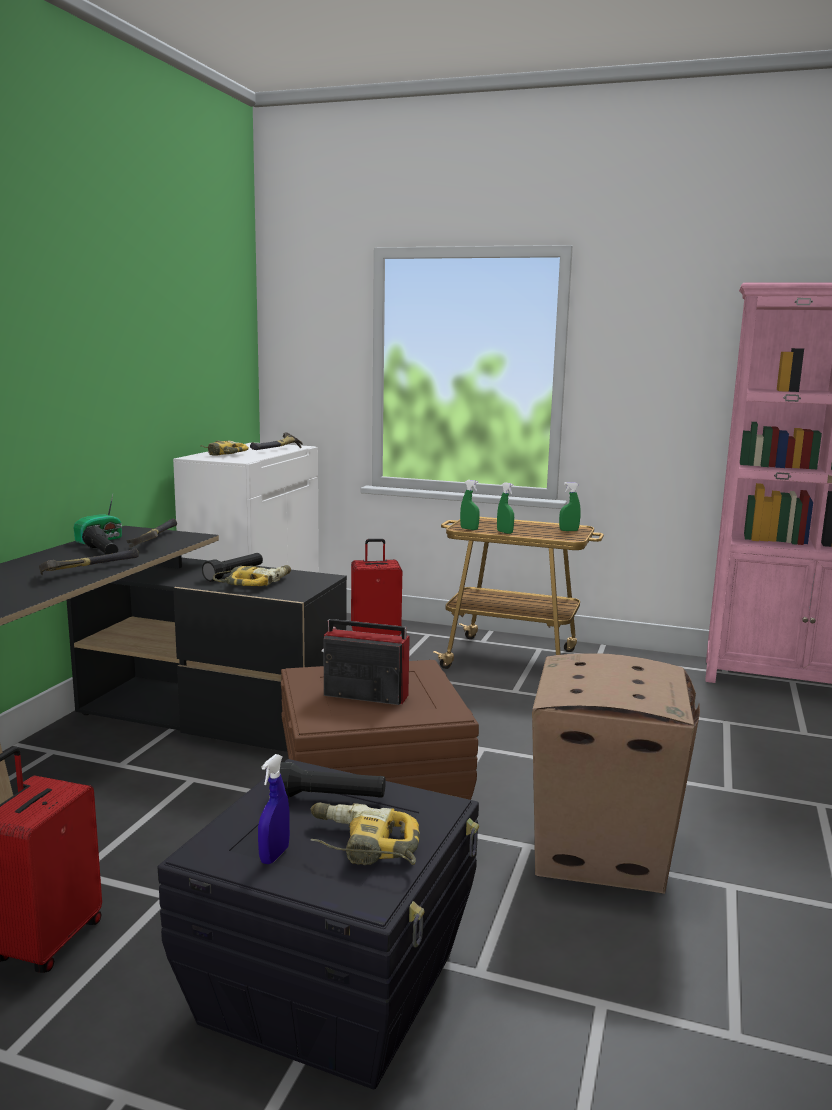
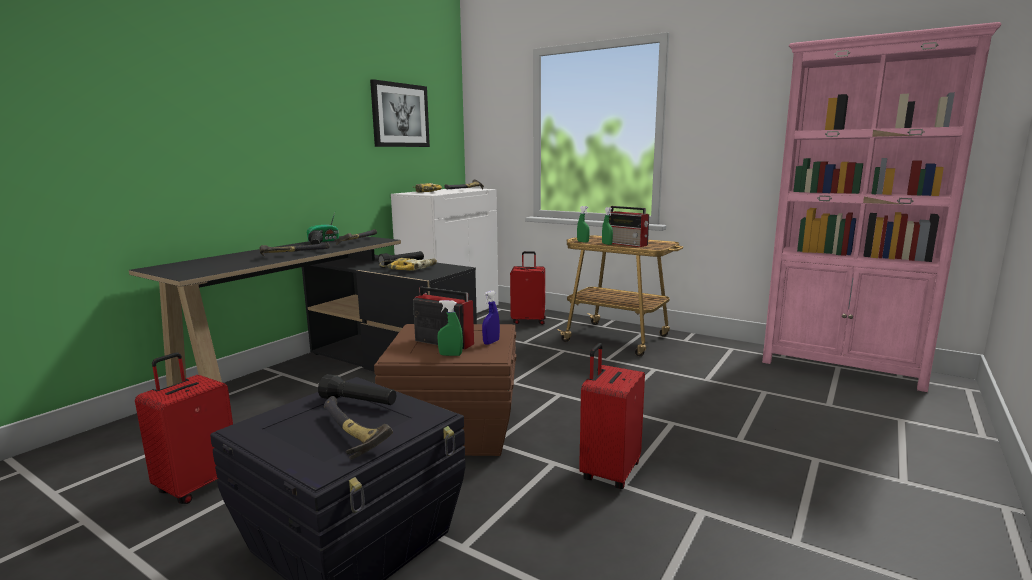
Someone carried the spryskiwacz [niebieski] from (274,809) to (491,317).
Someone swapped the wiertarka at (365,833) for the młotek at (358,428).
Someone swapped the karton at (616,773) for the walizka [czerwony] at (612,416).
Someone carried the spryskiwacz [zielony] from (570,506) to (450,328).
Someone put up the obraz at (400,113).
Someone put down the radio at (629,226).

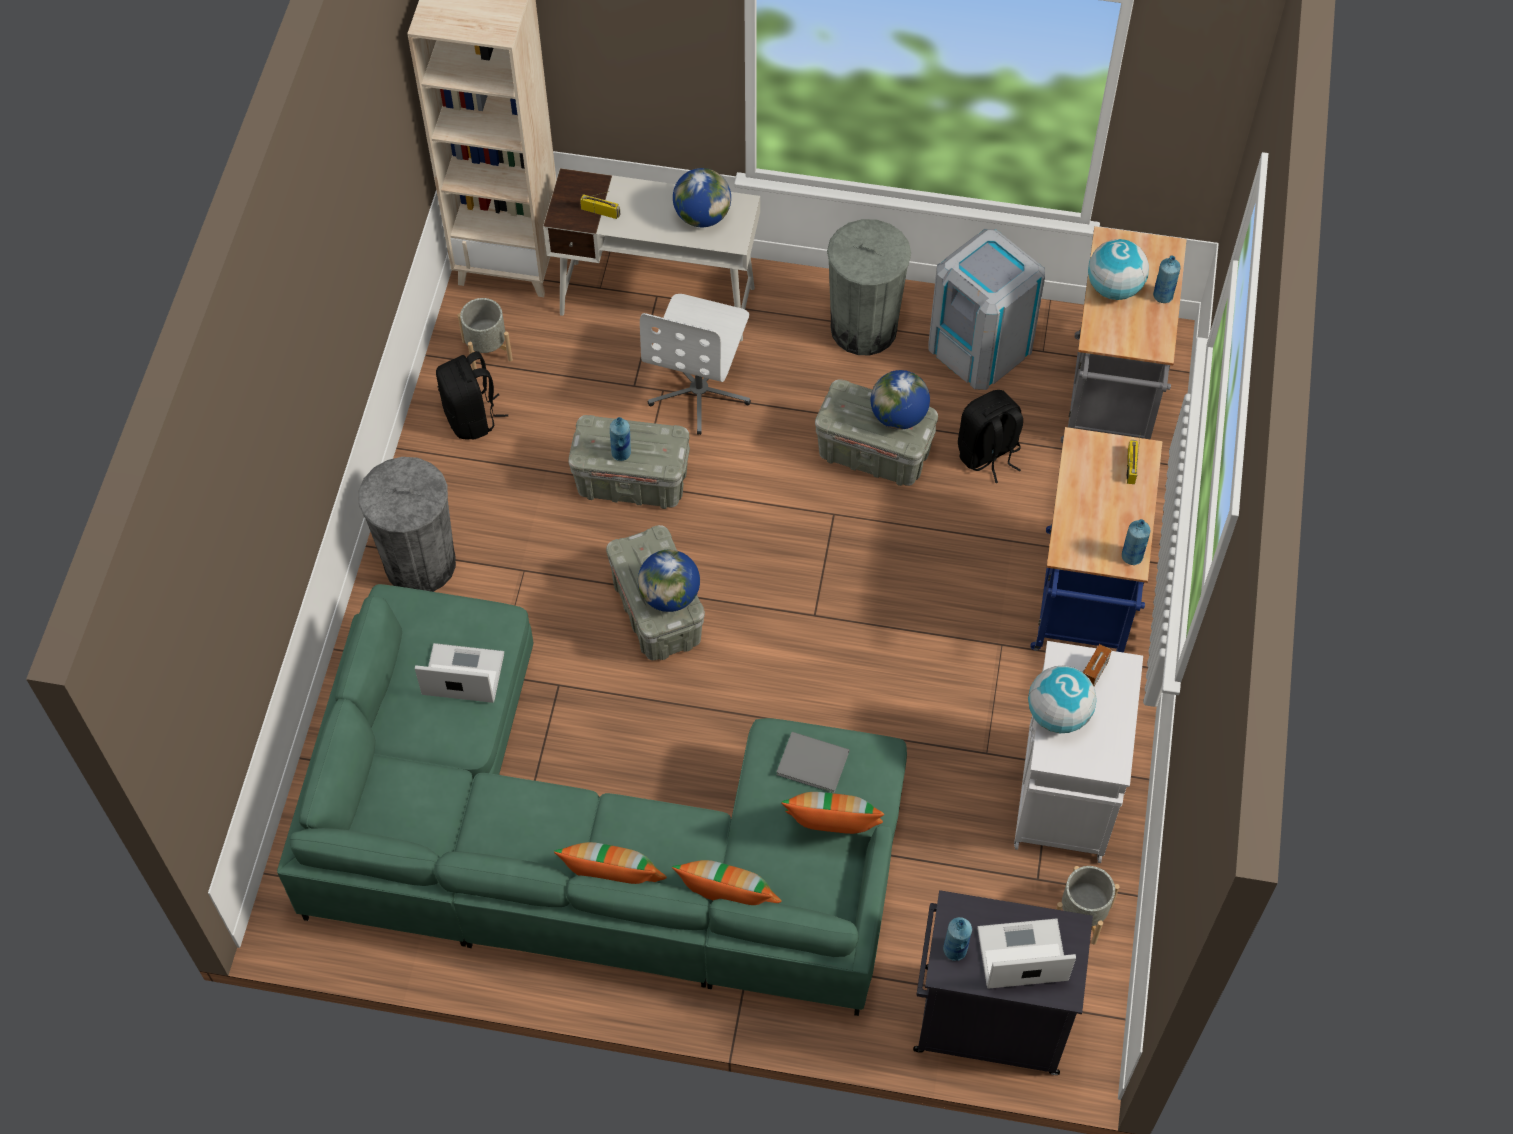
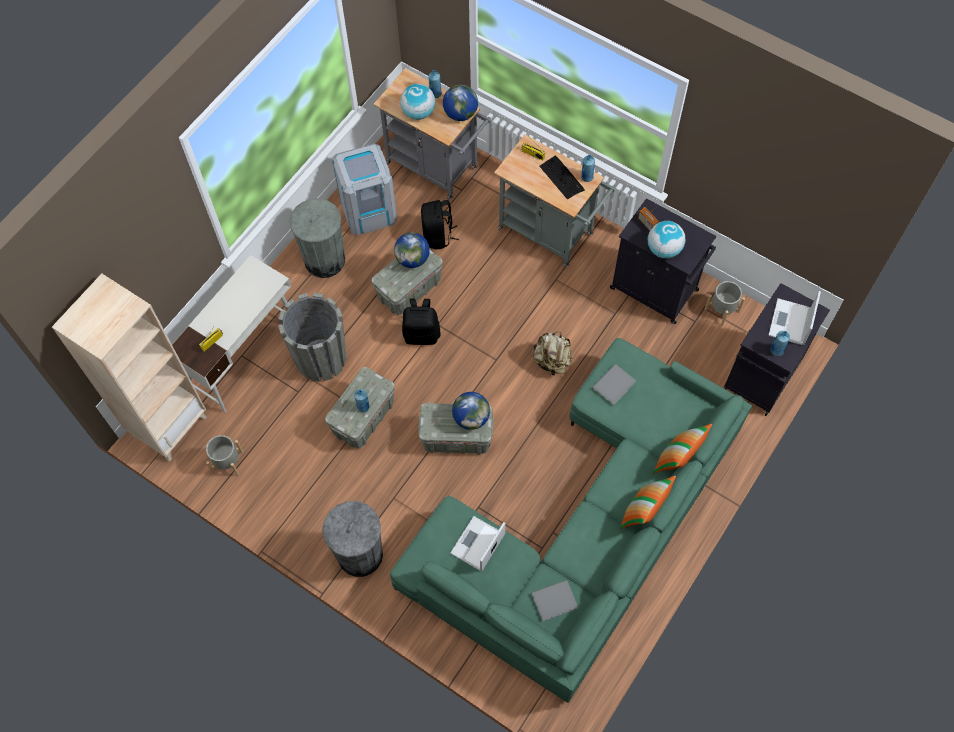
Someone carried the plecak [czarny] from (472,395) to (421,322).
Someone swapped the krzesło biurowe [biały] at (695,364) for the donica [szary] at (312,337).
Someone carried the globus from (702,197) to (460,103).
Someone took away the poduszka at (832,813).
Someone repainted the szafka [biały] at (1078,752), which became the szafka [czarny] at (663,261).
Someone repainted the wózek [niebieski] at (1096,540), which became the wózek [szary] at (554,201).
Someone put down the książka [szary] at (554,601).
Someone put down the plecak [beżowy] at (552,353).
Someone put down the klawiatura at (562,178).

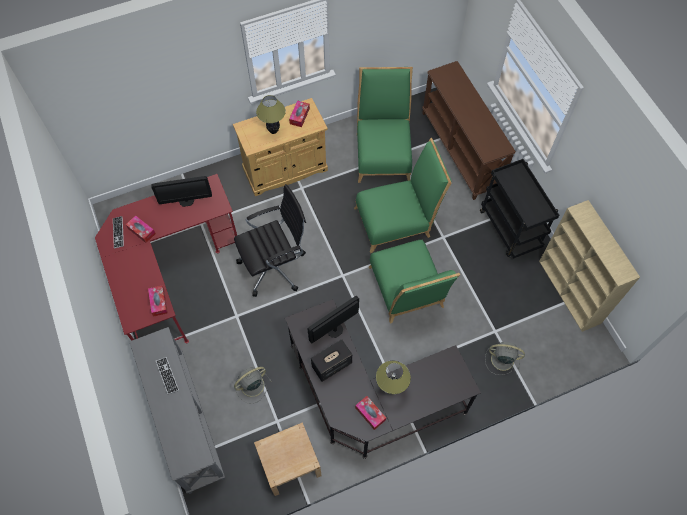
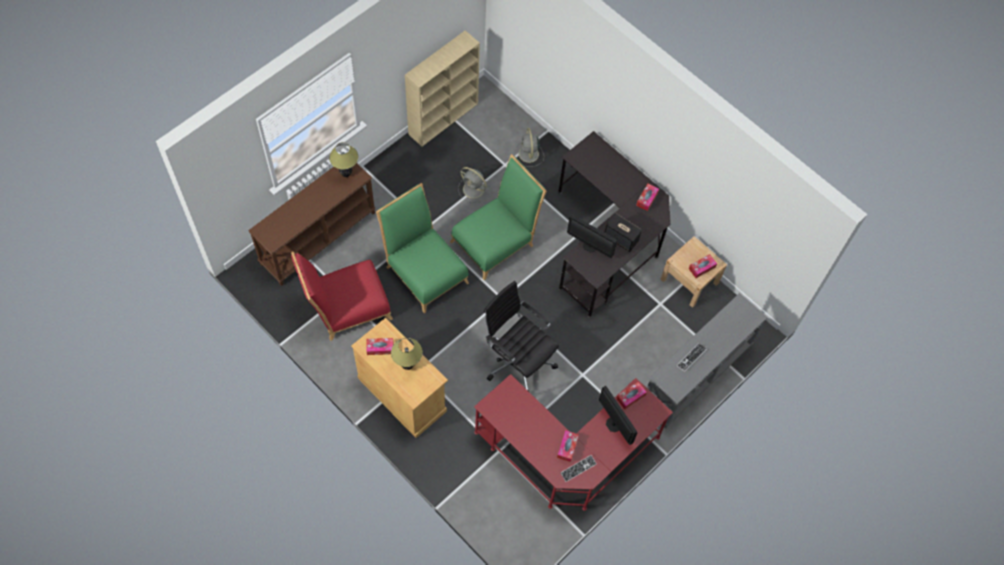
Someone carried the monitor from (181,191) to (618,415).
Someone carried the wentylator [szary] from (252,385) to (474,185).
Someone repainted the krzesło [zielony] at (385,125), which became the krzesło [czerwony] at (342,296).
Someone carried the lampa stołowa from (393,377) to (343,159).
Someone took away the wózek [czarny] at (519,209).
Someone put down the pudełko chusteczek at (703,266).

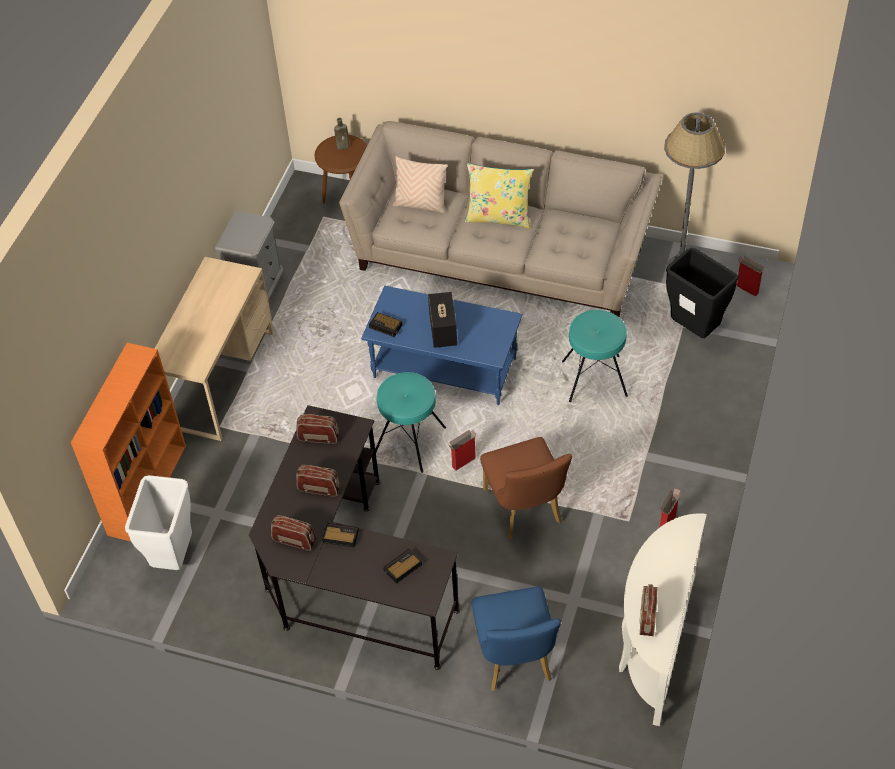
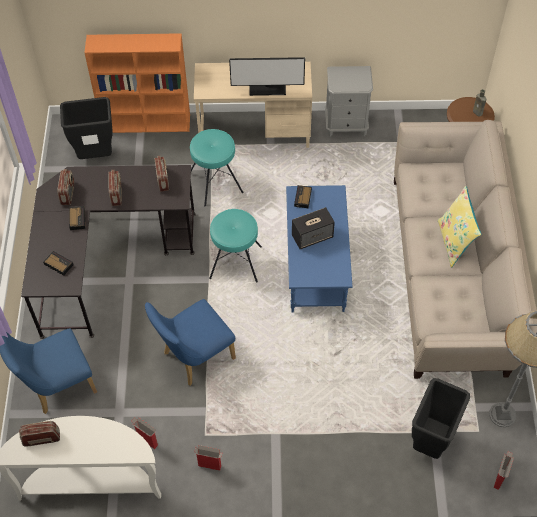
Someone repainted the kosz na śmieci [biały] at (158,522), which became the kosz na śmieci [czarny] at (86,128).
Someone took away the poduszka [beżowy] at (420,184).
Someone carried the karton from (462,450) to (144,433).
Someone repainted the krzesło [brązowy] at (526,488), which became the krzesło [niebieski] at (190,342).
Someone carried the stołek [turkusowy] from (595,356) to (217,167).
Someone put down the monitor at (267,76).

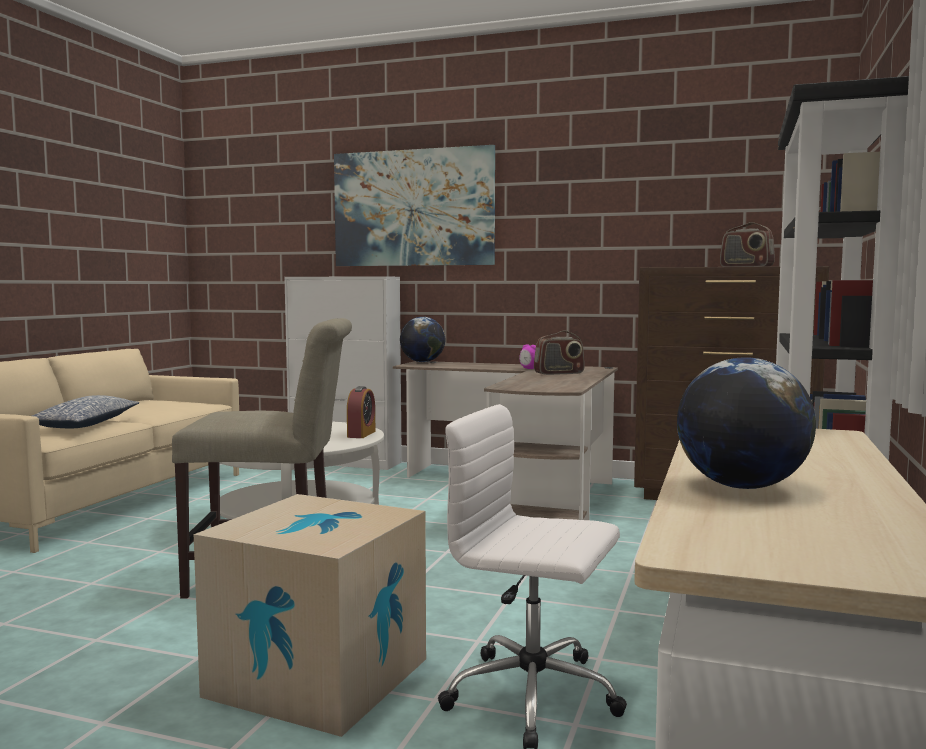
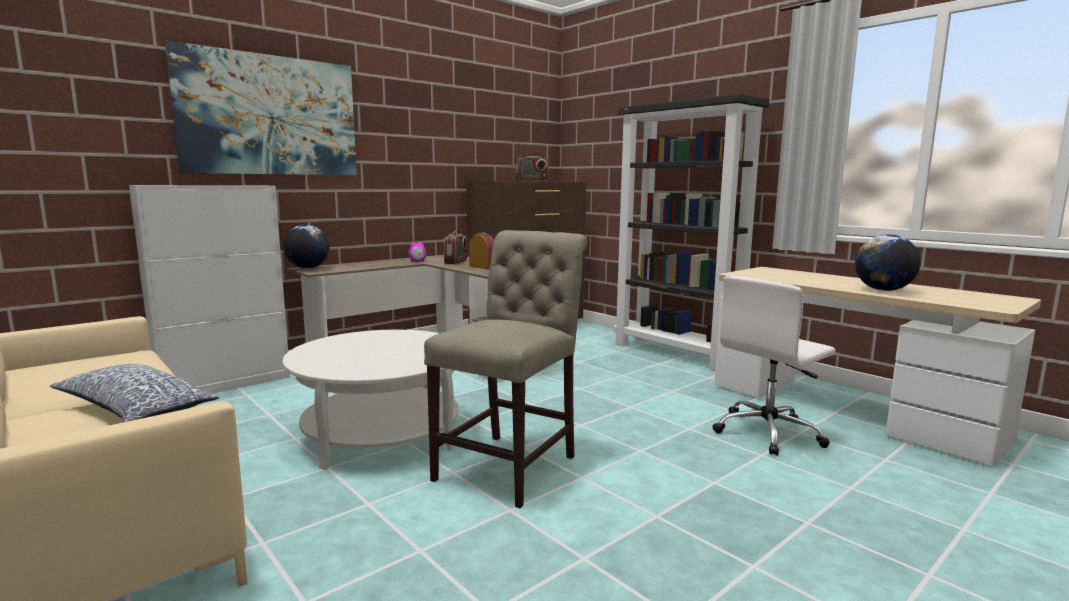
Someone took away the karton at (310,615).
Someone carried the budzik from (361,412) to (481,250).

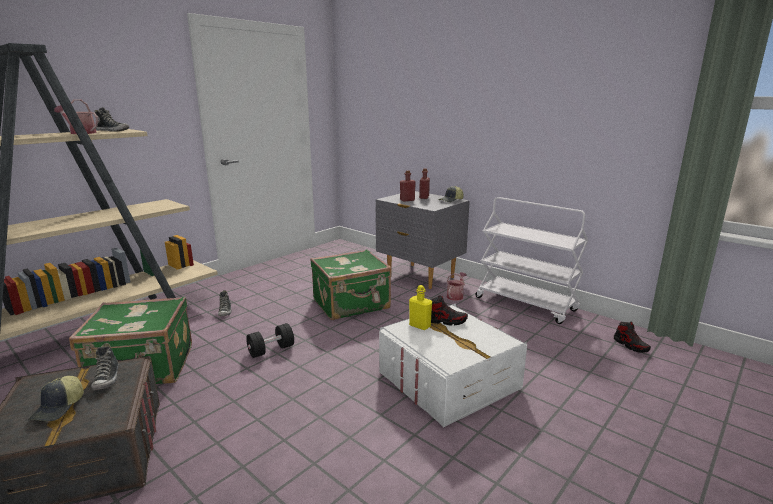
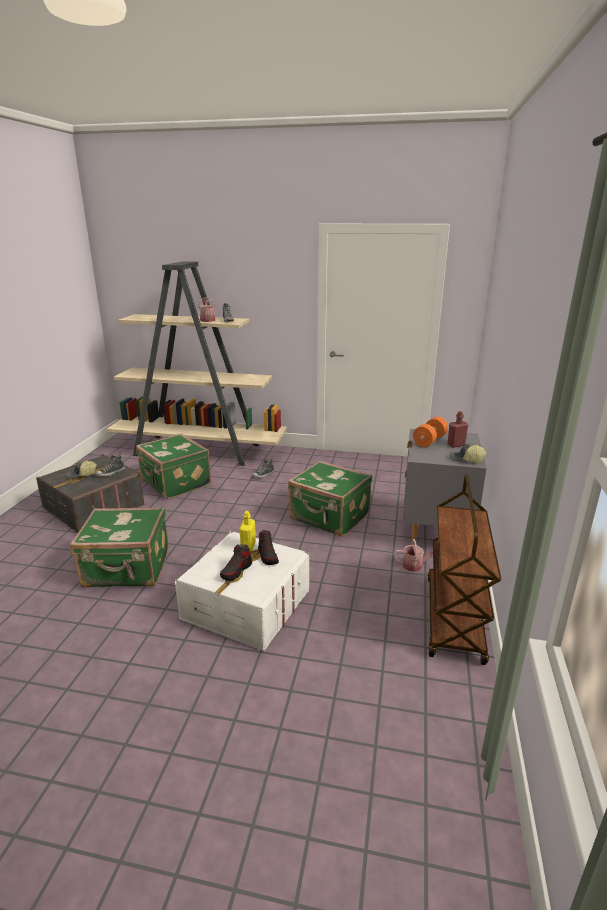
Someone took away the hantel [czarny] at (270,340).
Someone swapped the butelka [czerwony] at (408,186) for the hantel [pomarańczowy] at (430,432).
Someone repainted the wózek [biały] at (531,260), which became the wózek [brązowy] at (464,569).
Someone carried the but from (632,337) to (236,562).
Someone put down the walizka [zielony] at (119,547).

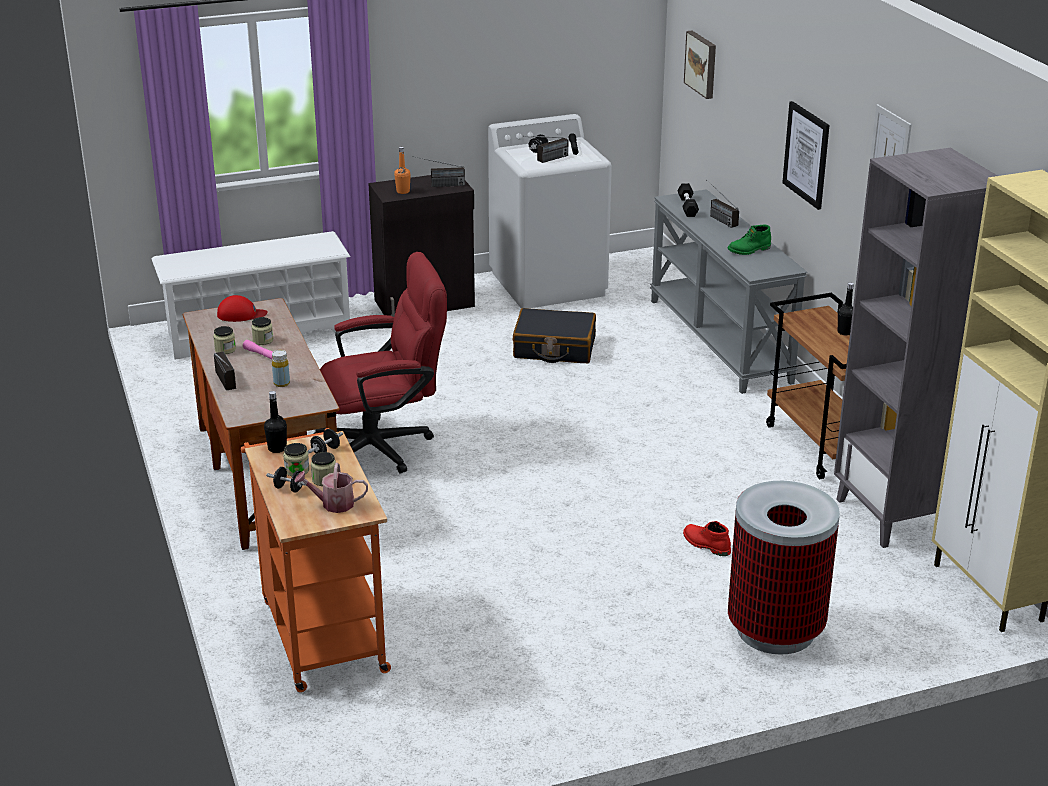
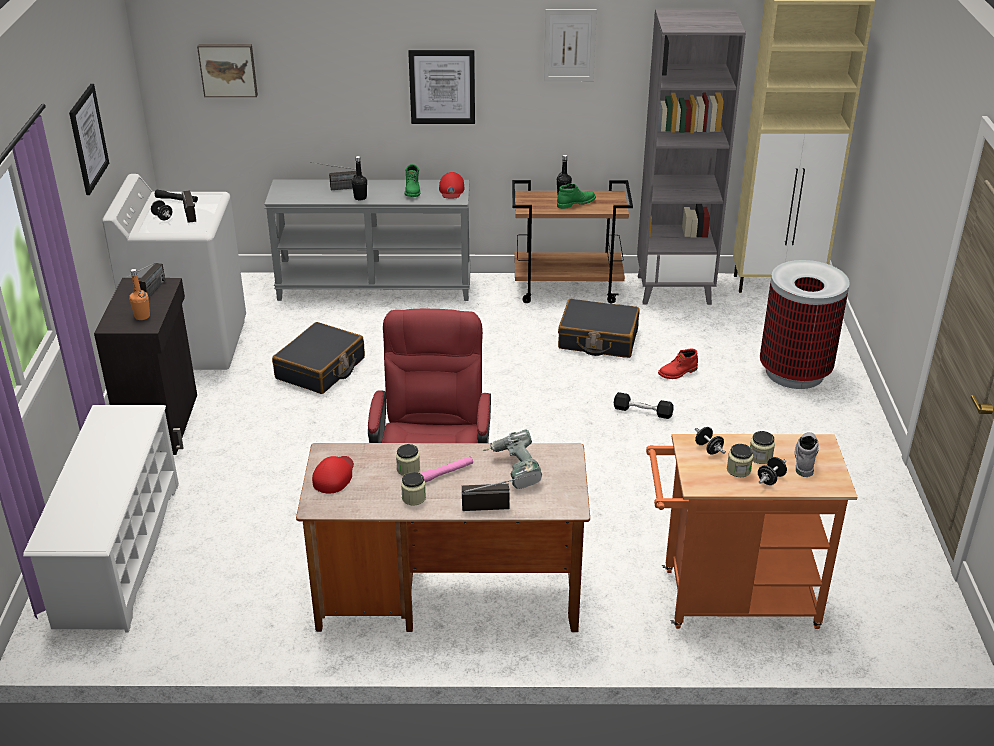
Someone carried the butelka [czarny] from (275,422) to (359,178).
Someone swapped the butelka [żółty] at (281,368) for the wiertarka at (512,459).
Someone swapped the konewka at (331,488) for the but z cholewką [szary] at (807,454).
Someone carried the hantel [czarny] from (688,200) to (644,405).
Someone put up the obraz at (89,139).
Someone put down the czapka z daszkiem [czerwony] at (451,185).
Someone put down the but z cholewką [zielony] at (576,196).
Someone put down the walizka [czarny] at (599,328).

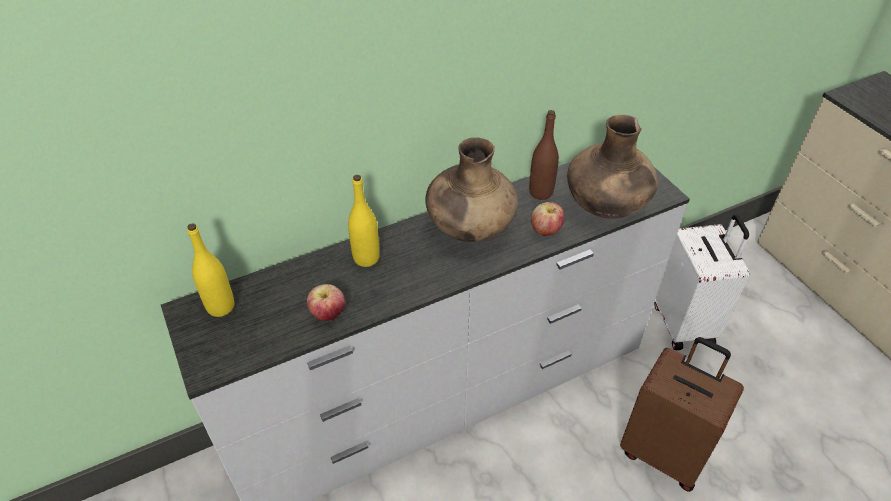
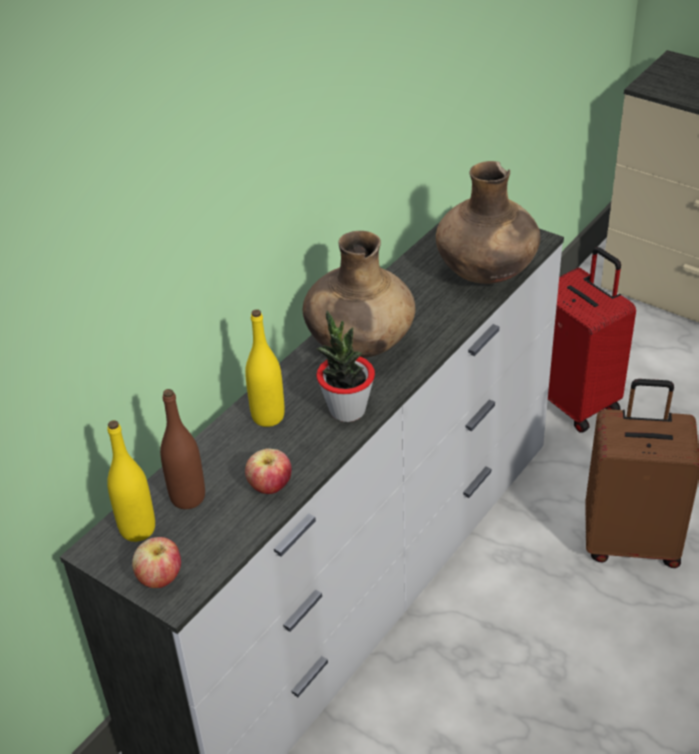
Someone carried the butelka [brązowy] from (544,155) to (182,449).
Someone carried the jabłko from (547,219) to (156,562).
Someone repainted the walizka [biały] at (701,282), which became the walizka [czerwony] at (592,340).
Someone put down the roślina doniczkowa at (345,366).

